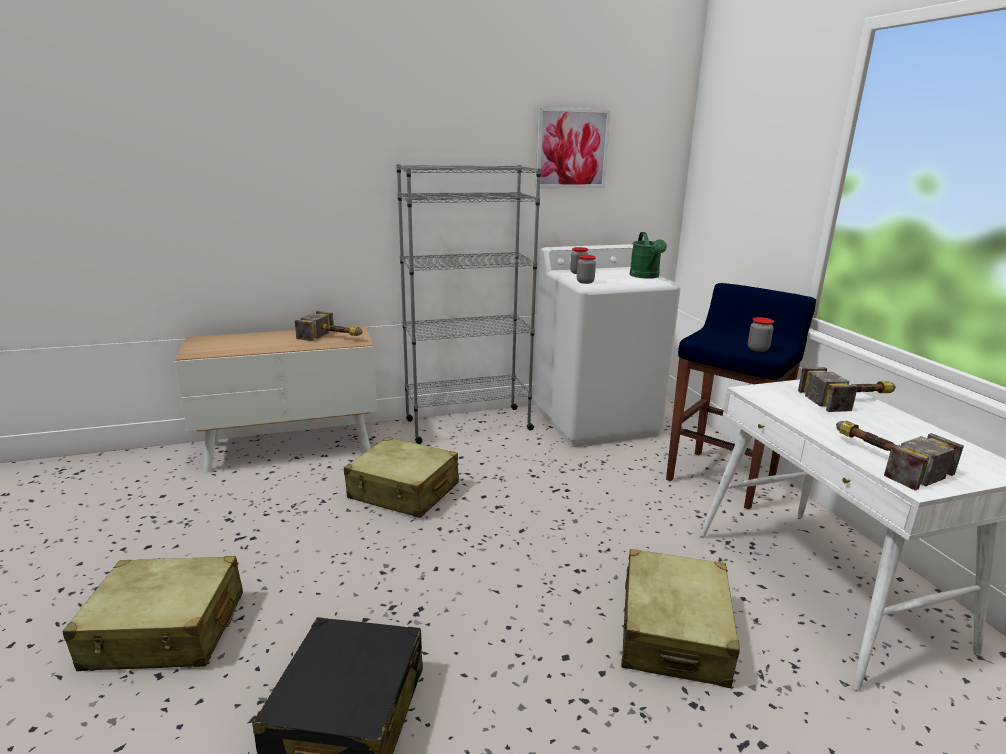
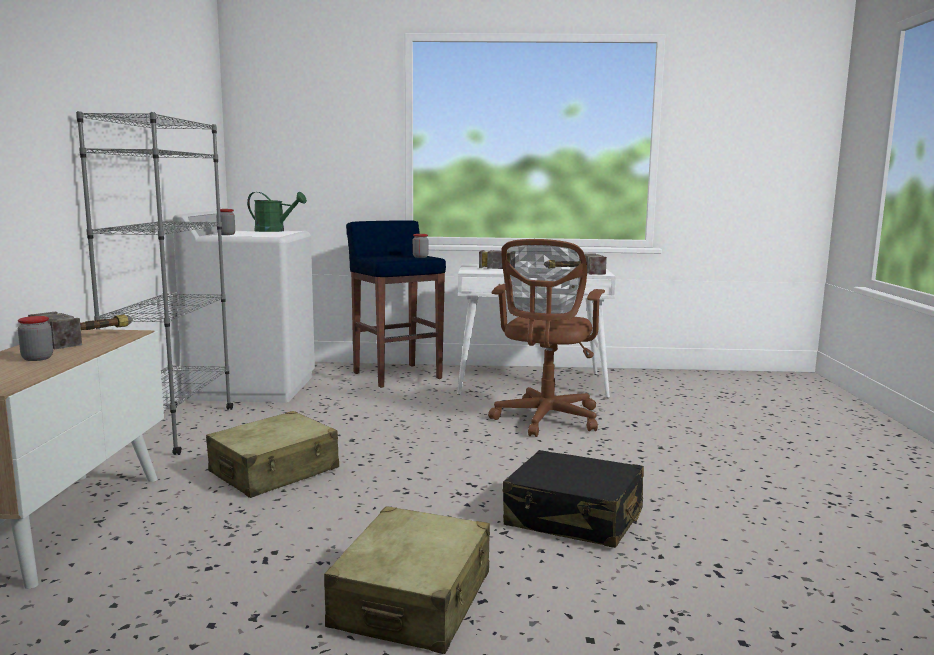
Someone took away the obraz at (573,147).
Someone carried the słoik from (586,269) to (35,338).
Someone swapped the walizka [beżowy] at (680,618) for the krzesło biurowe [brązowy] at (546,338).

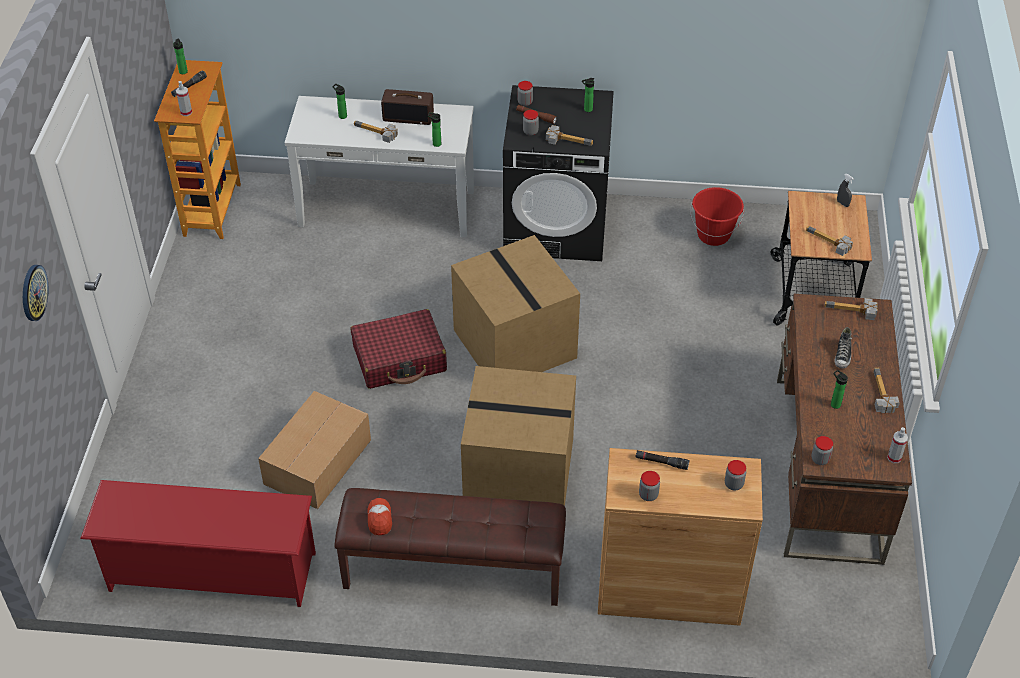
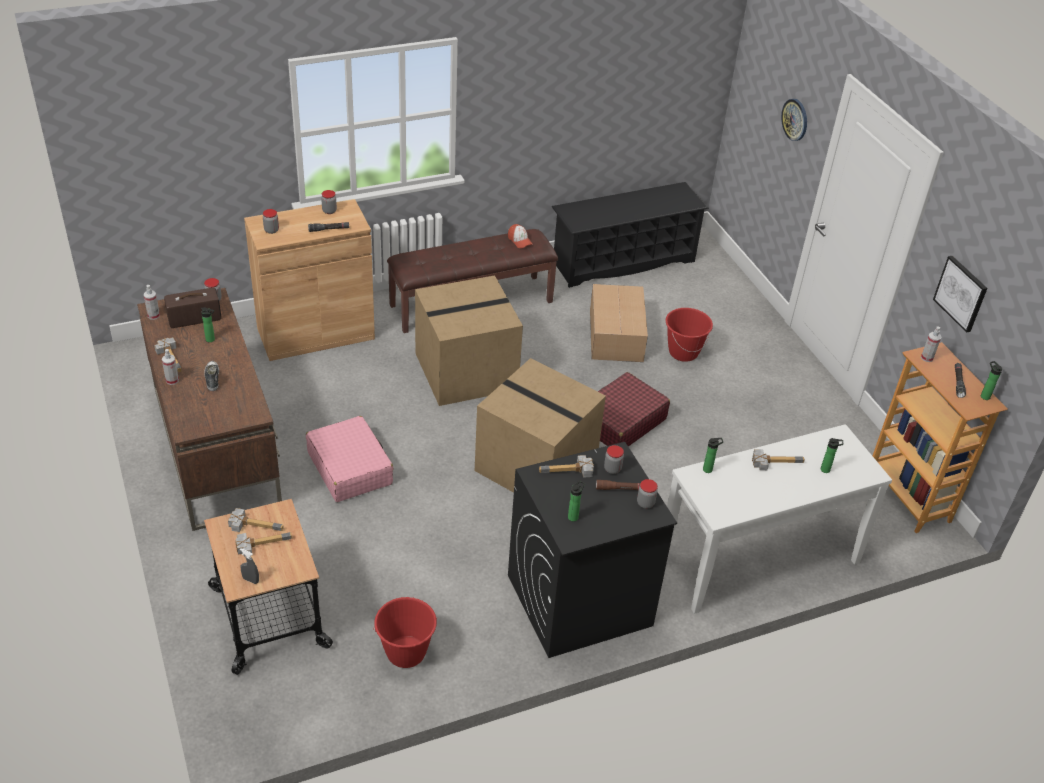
Someone repainted the regał na buty [czerwony] at (198,543), which became the regał na buty [czarny] at (630,235).
Someone carried the radio from (407,107) to (193,308).
Someone carried the młotek from (851,309) to (263,544).
Someone put down the spryskiwacz at (170,367).
Someone put down the walizka [różowy] at (349,459).
Someone put down the wiadro [czerwony] at (689,335).
Someone put up the obraz at (960,294).

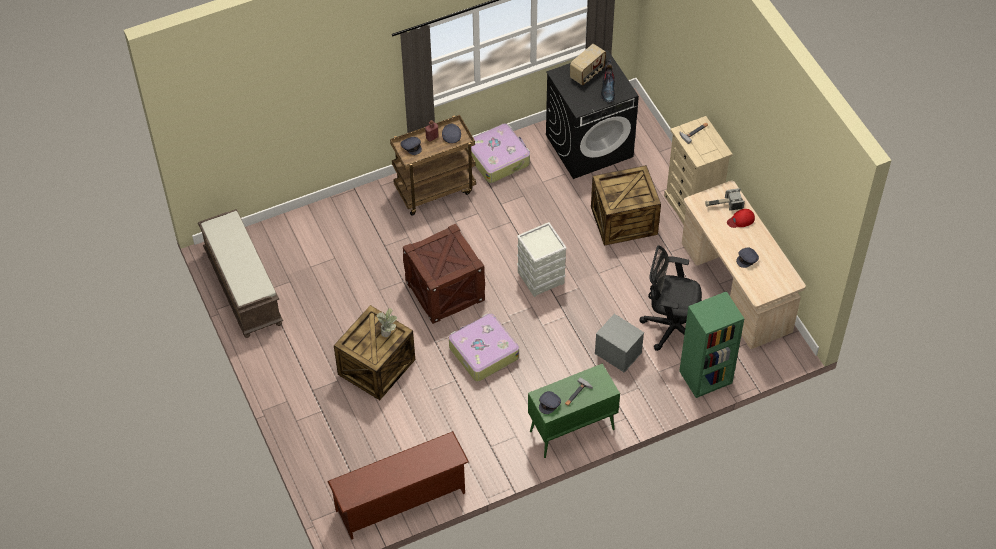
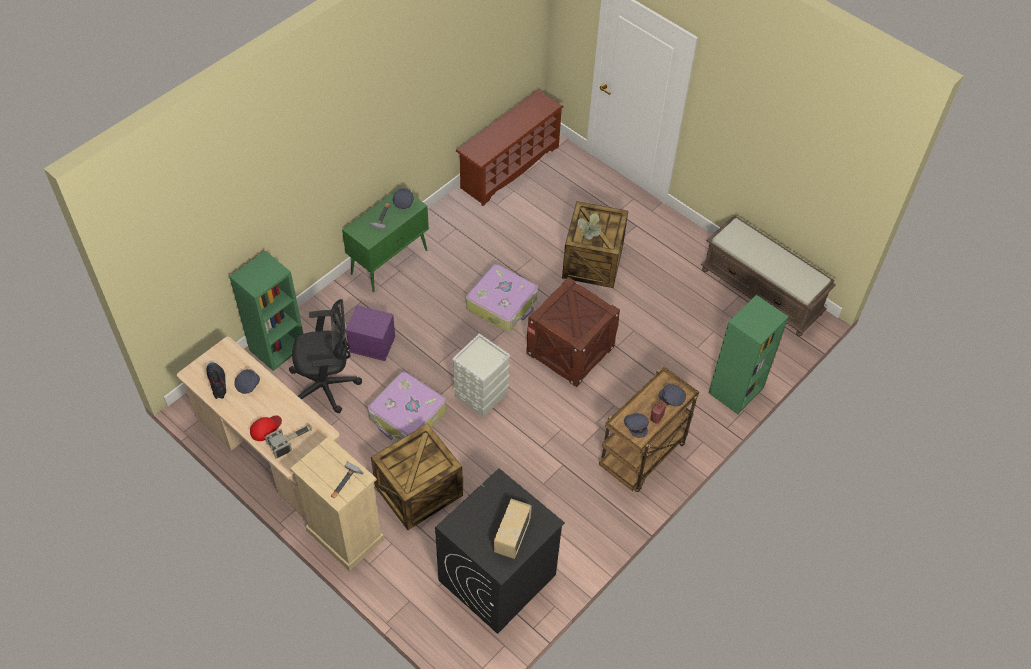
Someone carried the walizka from (500,153) to (407,406).
Someone repainted the pojemnik do przechowywania [szary] at (619,343), which became the pojemnik do przechowywania [fioletowy] at (371,333).
Someone carried the but z cholewką from (608,80) to (216,380).
Someone put down the regał [zielony] at (749,354).

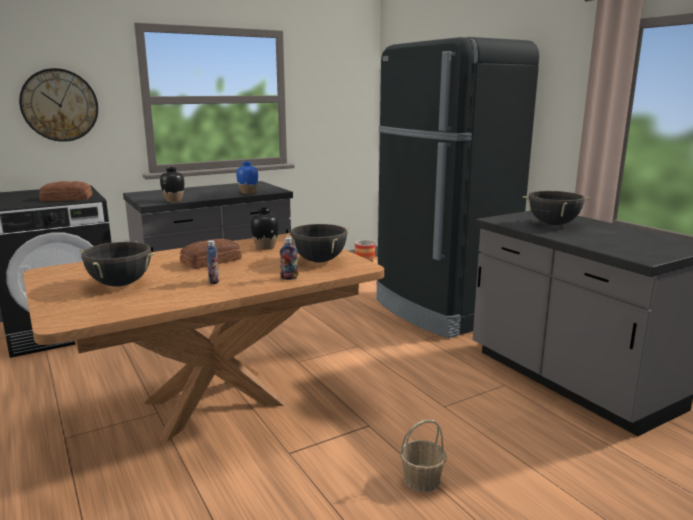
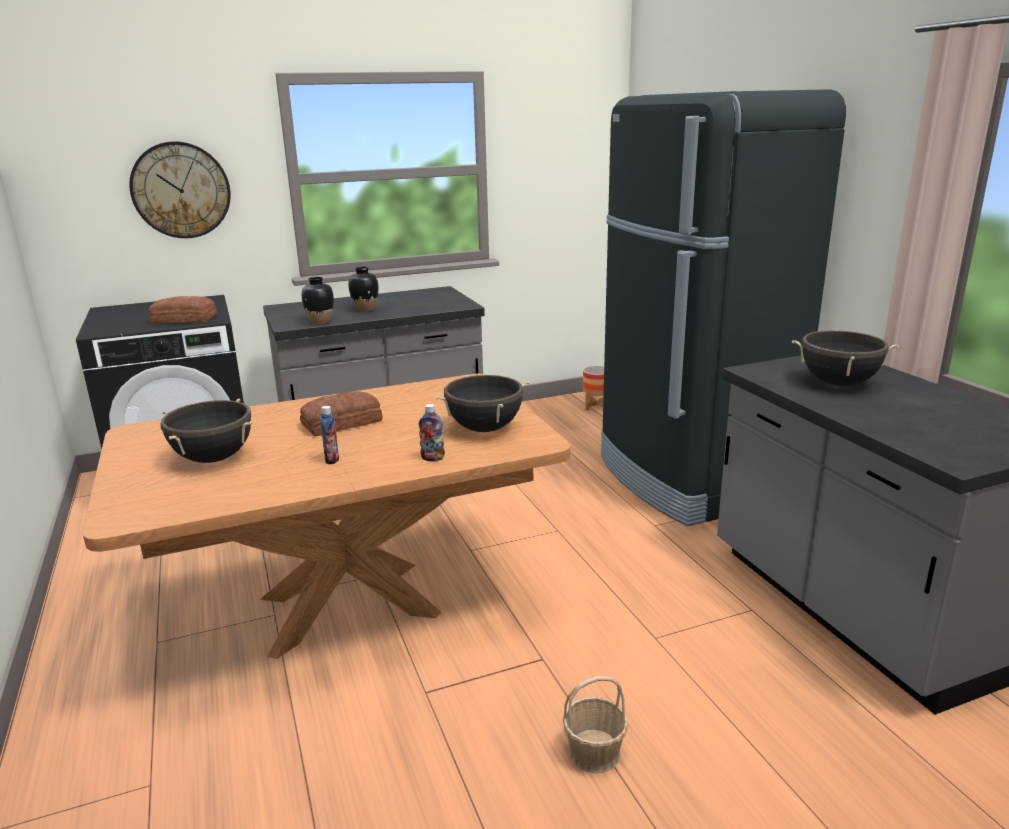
Someone took away the wazon [niebieski] at (247,177).
Someone carried the wazon [czarny] from (265,228) to (363,289).

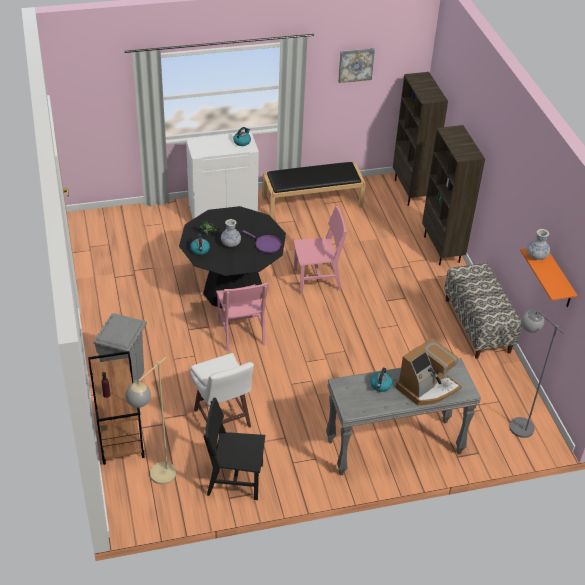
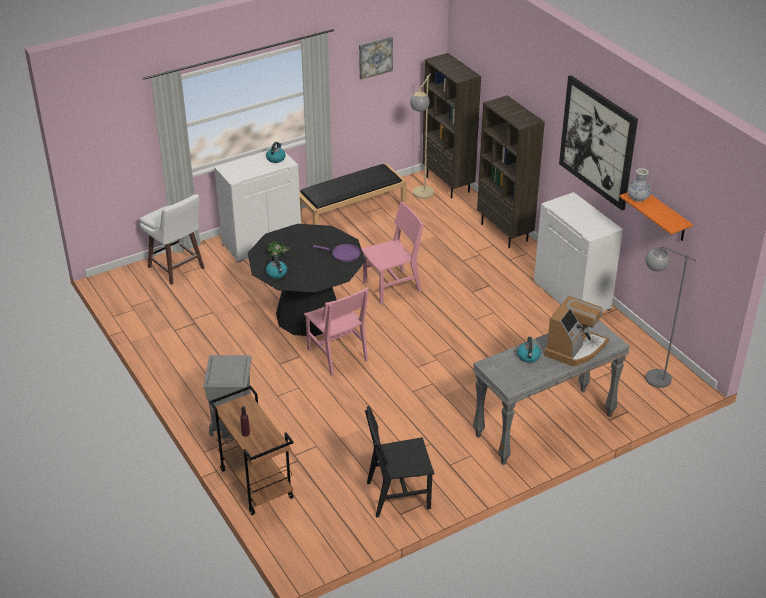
Someone carried the lampa stojąca [beżowy] from (150,420) to (422,136).
Someone carried the stołek [biały] from (222,390) to (172,239).
Someone took away the wazon at (231,233).
Someone swapped the ławka at (483,311) for the szafka [biały] at (578,252).
Someone put up the obraz at (598,142).

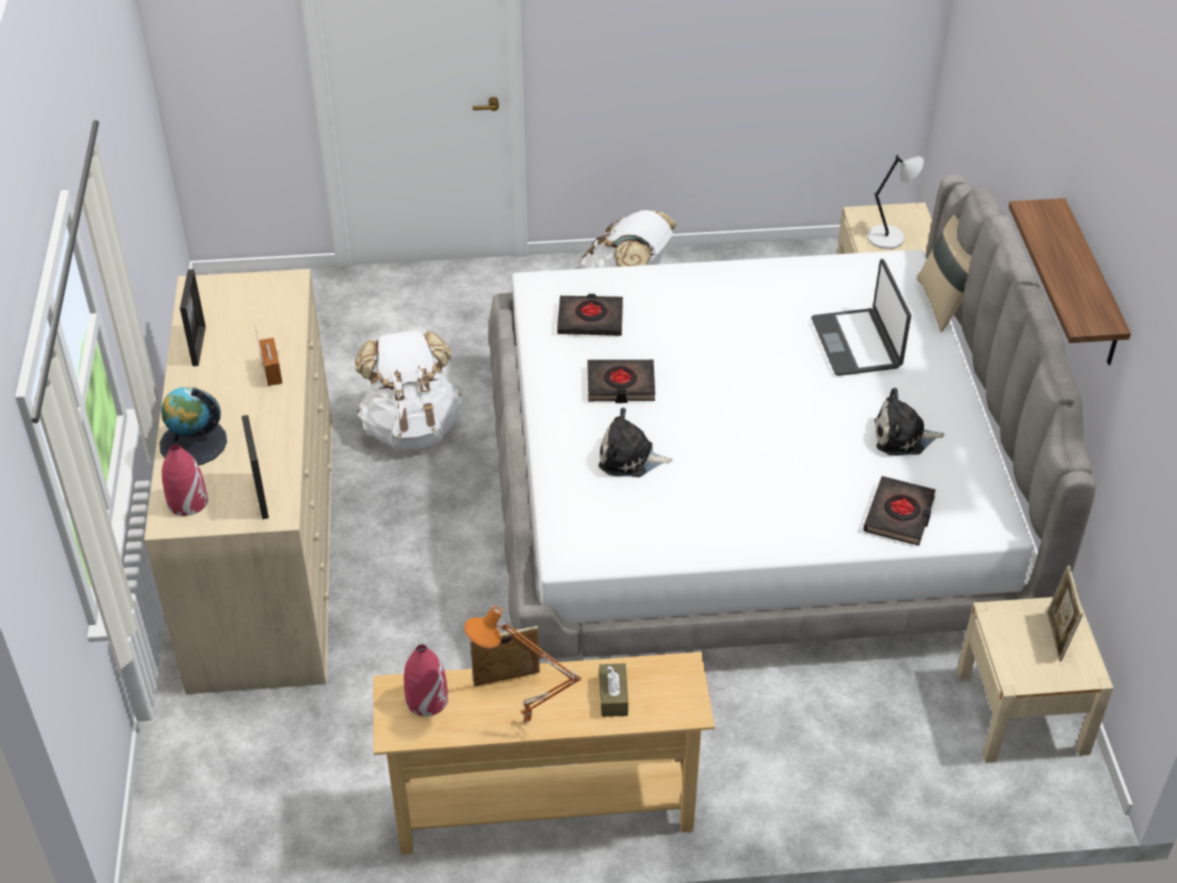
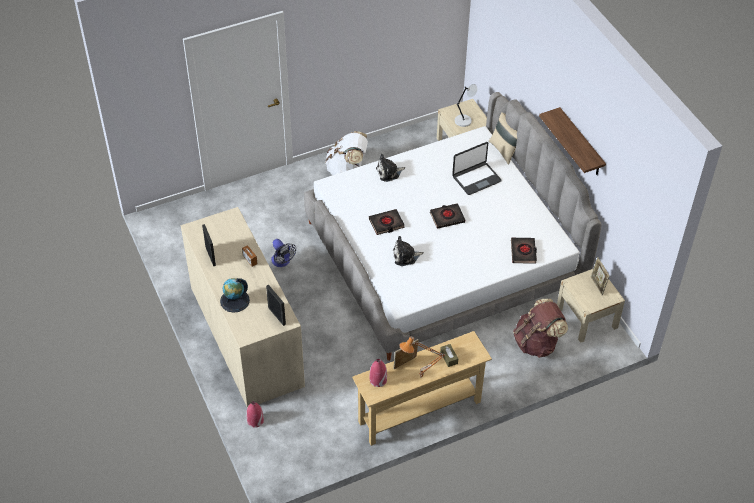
Someone carried the wazon [czerwony] from (185,480) to (255,414).
Someone swapped the plecak [biały] at (409,390) for the wentylator at (283,253).
Someone carried the książka [czarny] from (590,315) to (447,216).
Someone rotated the laptop at (861,317) by 90 degrees counterclockwise.
Someone carried the pluszak from (909,422) to (390,168).
Someone put down the plecak [brązowy] at (540,328).

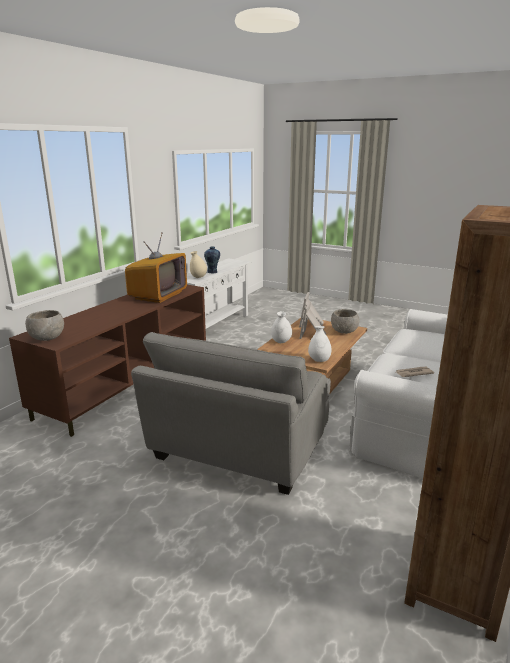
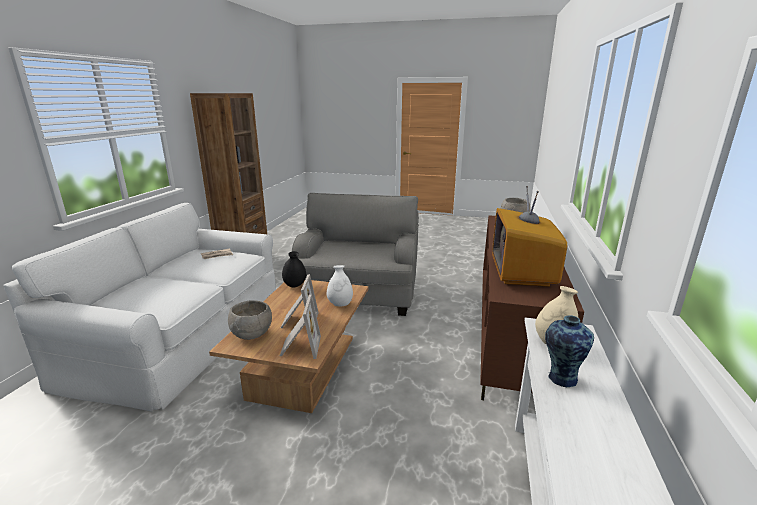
Someone repainted the wazon [biały] at (320,344), which became the wazon [czarny] at (294,269).

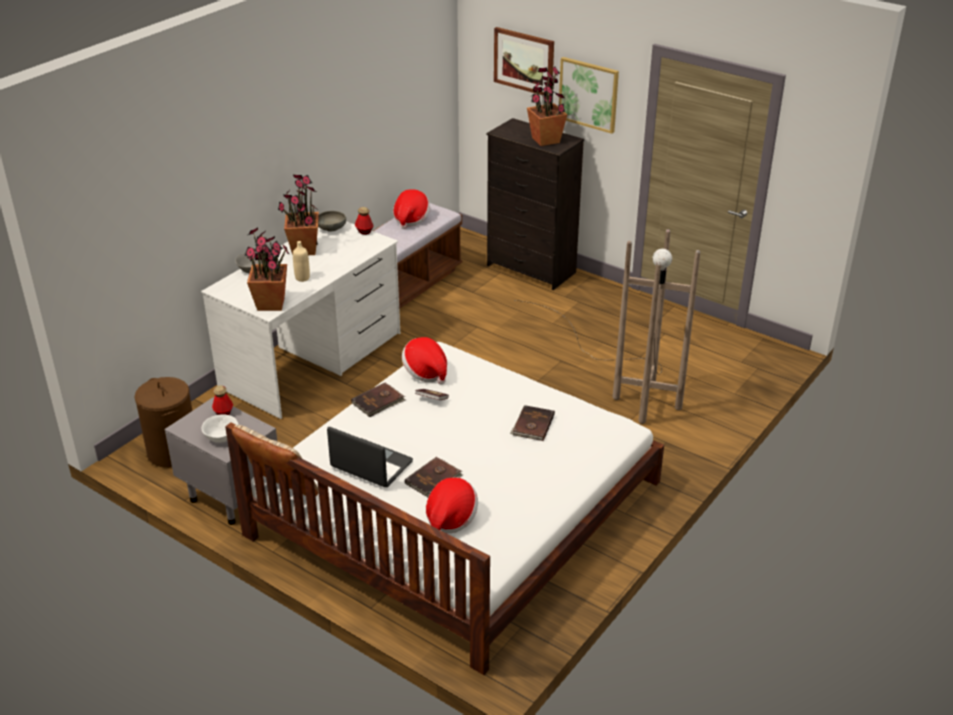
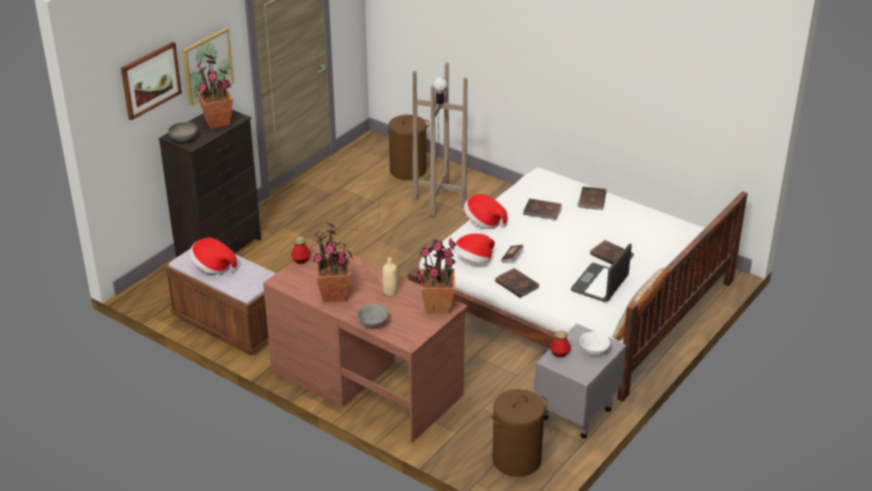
Someone repainted the biurko [biały] at (300,320), which became the biurko [brązowy] at (365,342).
Someone carried the miska [szary] from (332,221) to (183,132).
Someone carried the kapelusz from (452,505) to (486,211).
Someone put down the kosz na pranie [brązowy] at (407,147).
Someone put down the książka [brązowy] at (591,198).

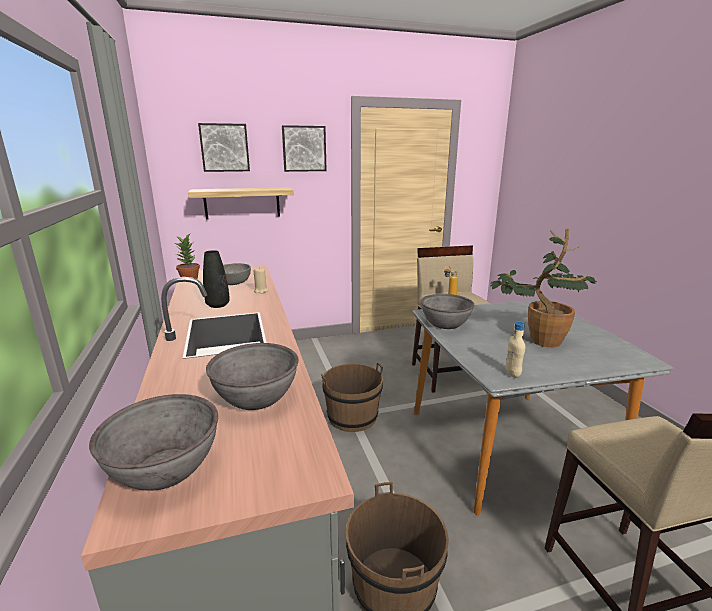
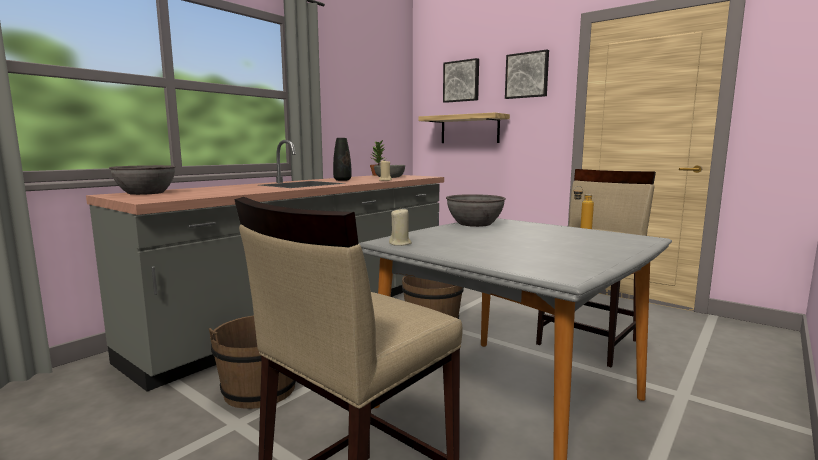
Someone took away the miska [szary] at (252,376).
Someone took away the roślina doniczkowa at (543,288).
Someone swapped the butelka [beżowy] at (515,350) for the świeca [beżowy] at (400,226).

